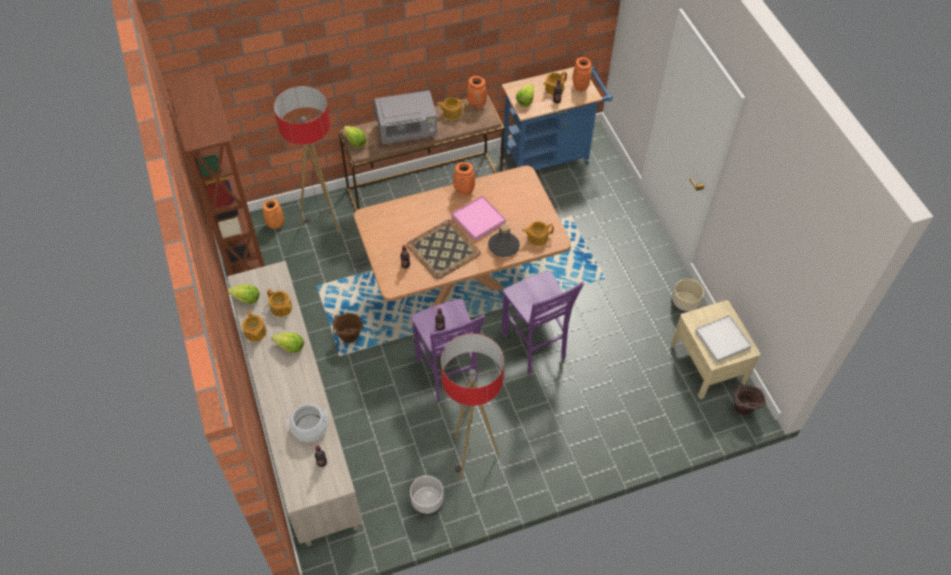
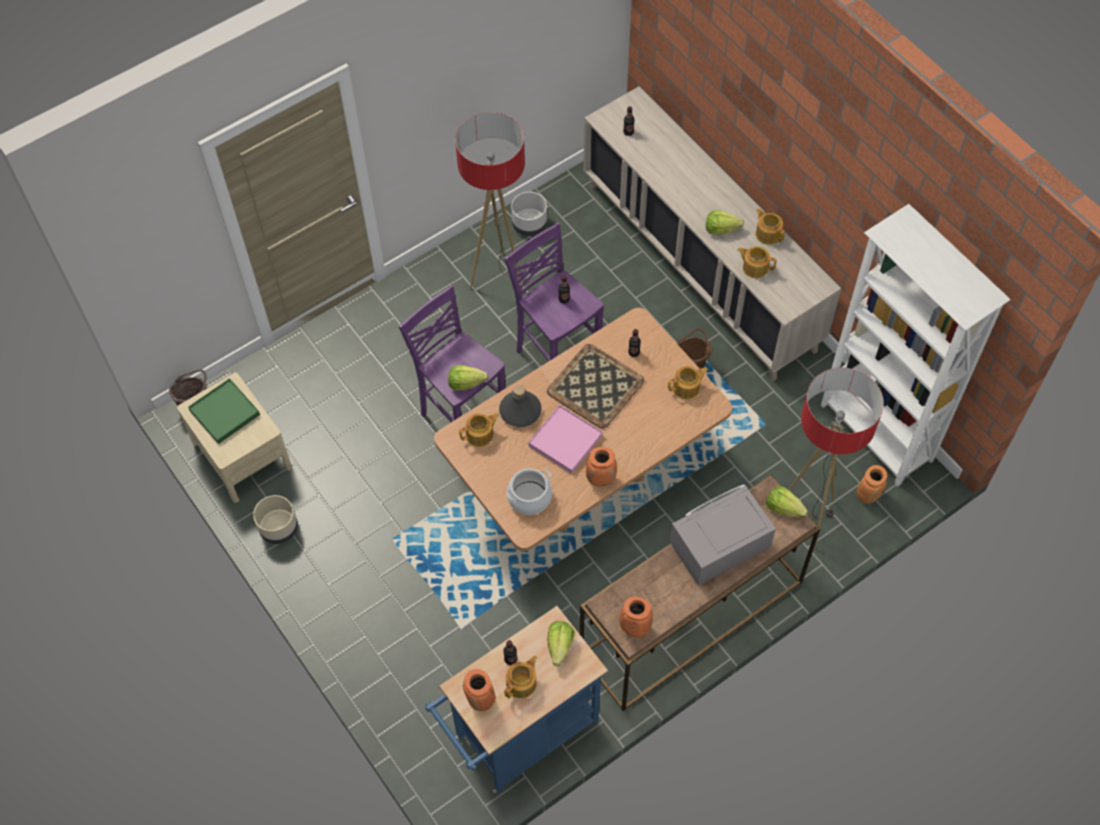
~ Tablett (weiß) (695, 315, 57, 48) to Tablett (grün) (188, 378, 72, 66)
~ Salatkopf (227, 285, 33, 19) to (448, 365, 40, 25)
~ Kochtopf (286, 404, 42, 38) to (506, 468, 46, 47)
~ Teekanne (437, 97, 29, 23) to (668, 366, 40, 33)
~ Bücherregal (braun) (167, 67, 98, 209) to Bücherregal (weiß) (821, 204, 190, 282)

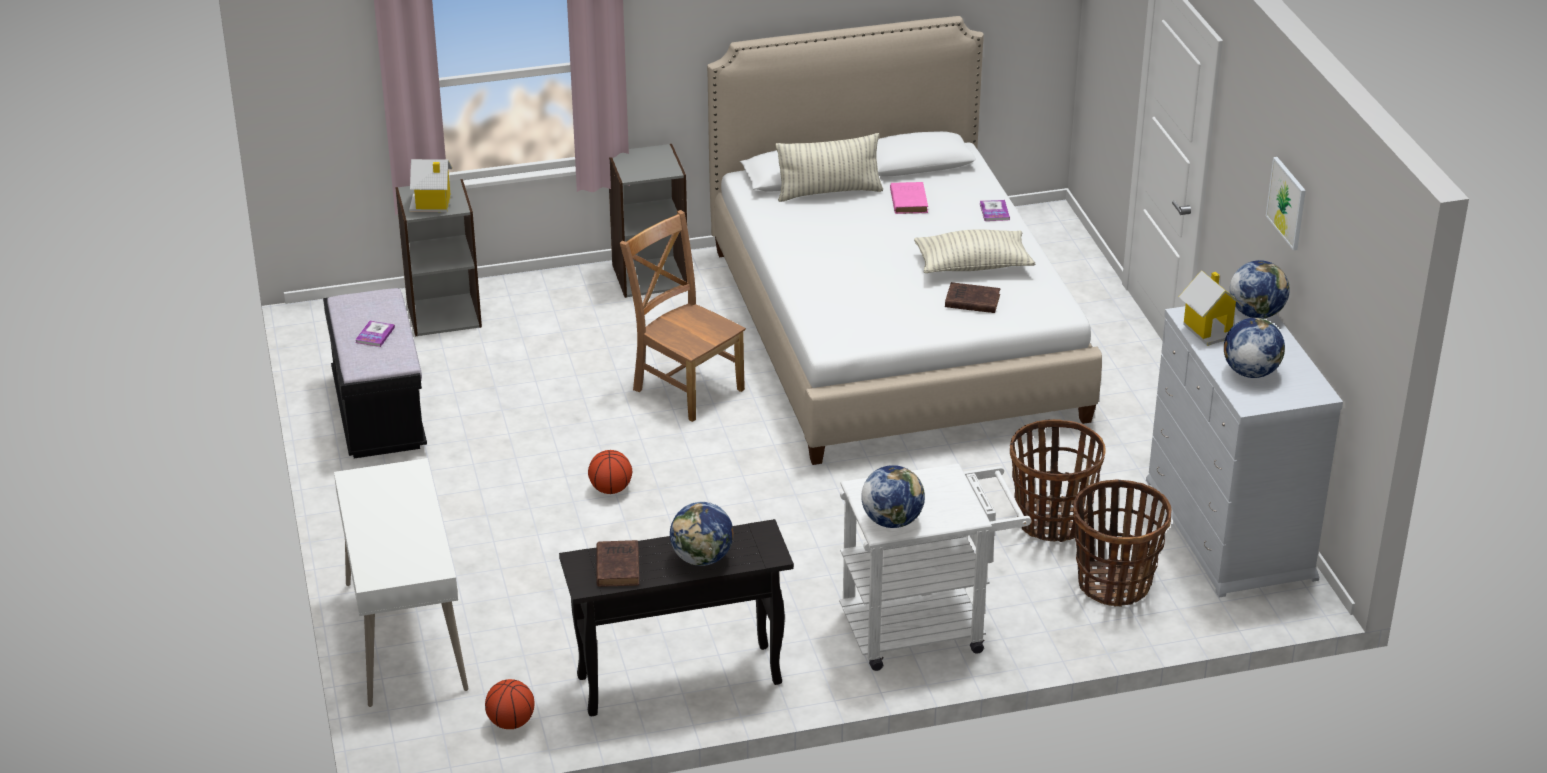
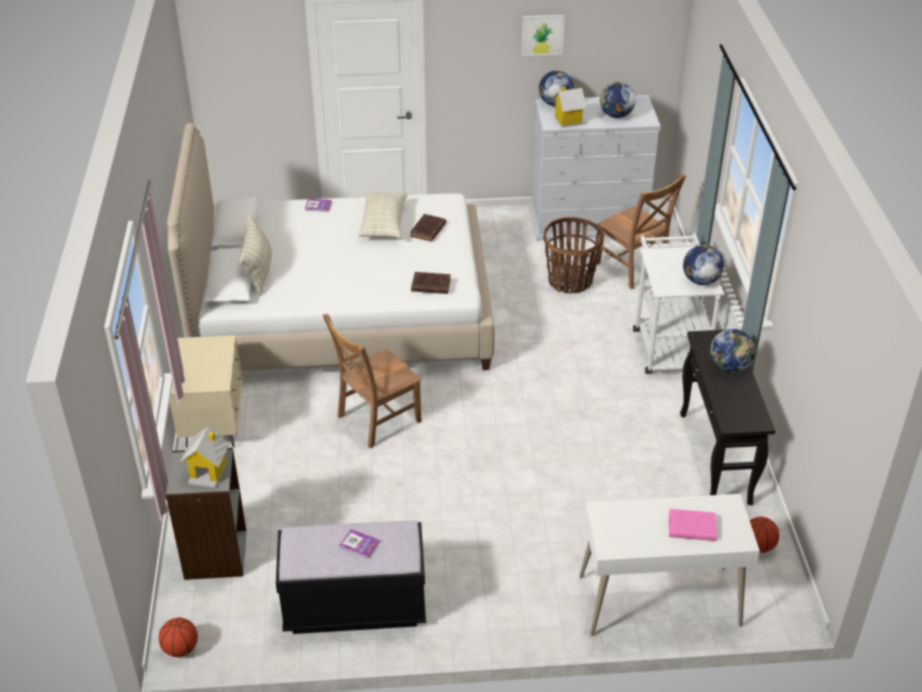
~ Basketball (588, 450, 44, 44) to (159, 618, 39, 39)
~ Bücherregal (grau) (609, 144, 78, 154) to Nachttisch (beige) (170, 335, 72, 113)
~ Buch (braun) (597, 540, 42, 47) to (411, 272, 40, 22)
~ Korb (1073, 479, 99, 128) to Stuhl (braun) (596, 174, 91, 115)
~ Buch (rosa) (890, 182, 38, 32) to (669, 509, 48, 32)

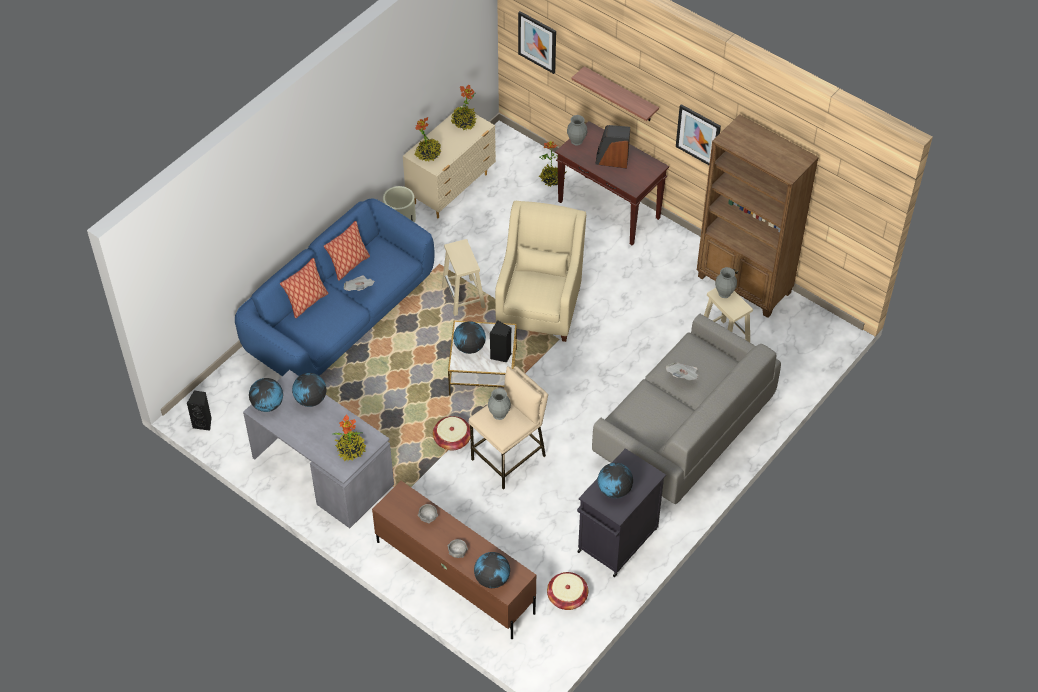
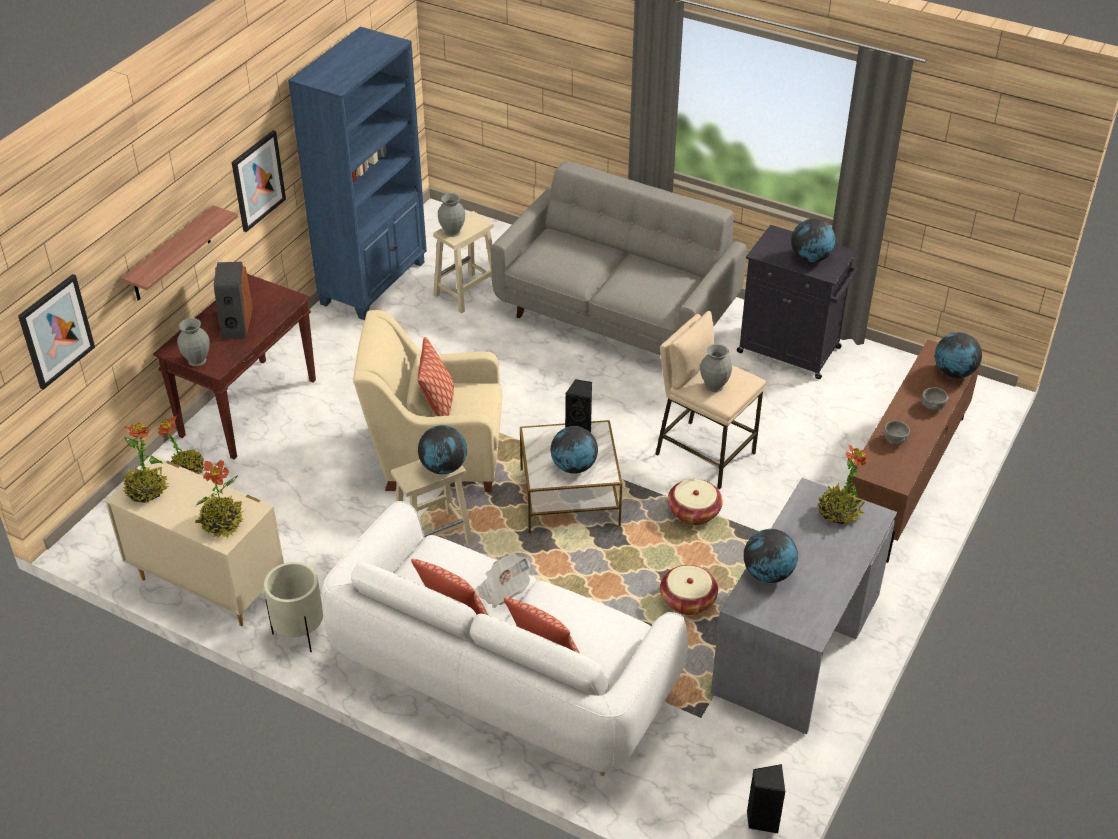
~ Bücherregal (braun) (697, 114, 122, 204) to Bücherregal (blau) (288, 27, 139, 293)
~ Sofa (blau) (235, 198, 200, 178) to Sofa (weiß) (321, 501, 367, 275)
+ Kissen (418, 337, 36, 79)
~ Globus (249, 378, 34, 34) to (418, 425, 49, 49)
~ Korb (547, 572, 41, 38) to (660, 565, 58, 50)
- Zeitung (666, 362, 32, 18)

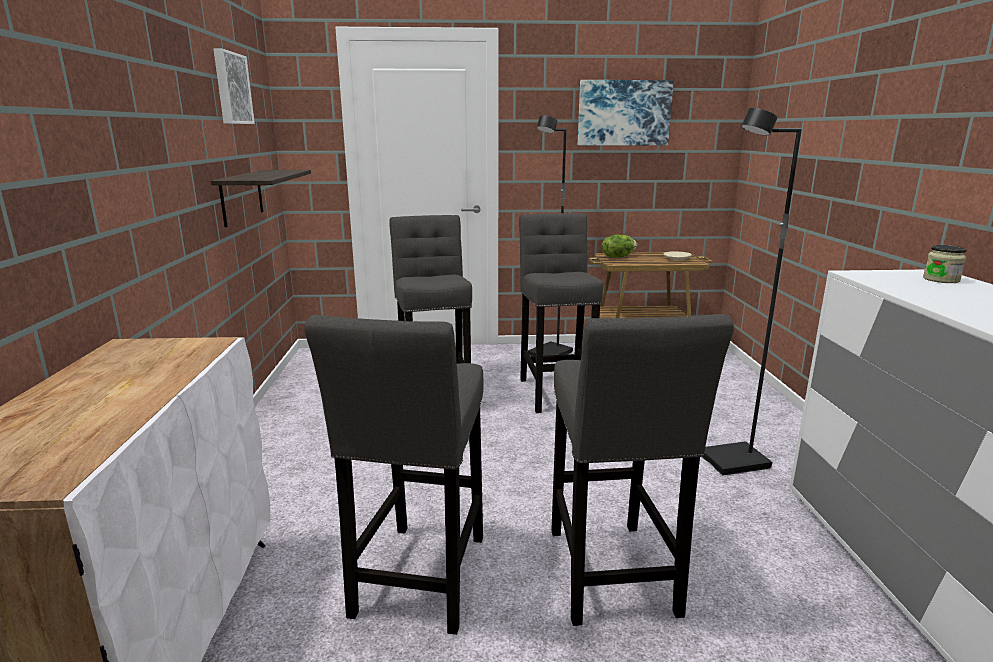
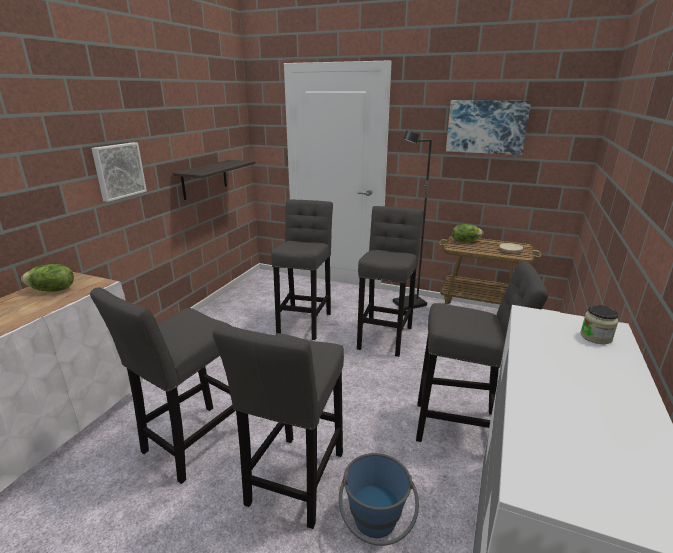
+ Salatkopf (21, 264, 53, 28)
~ Bild (214, 48, 41, 76) to (91, 142, 56, 60)
+ Eimer (blau) (339, 453, 80, 93)
~ Stehlampe (schwarz) (703, 108, 99, 368) to Hocker (grau) (416, 261, 132, 181)

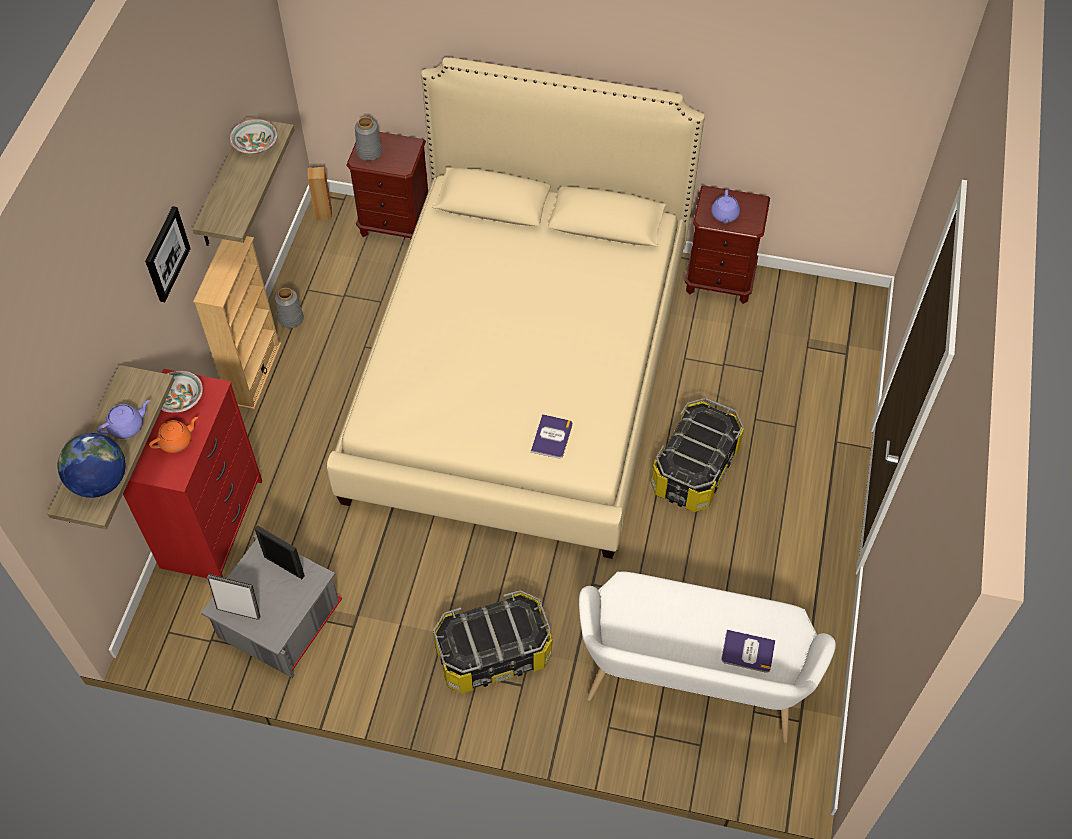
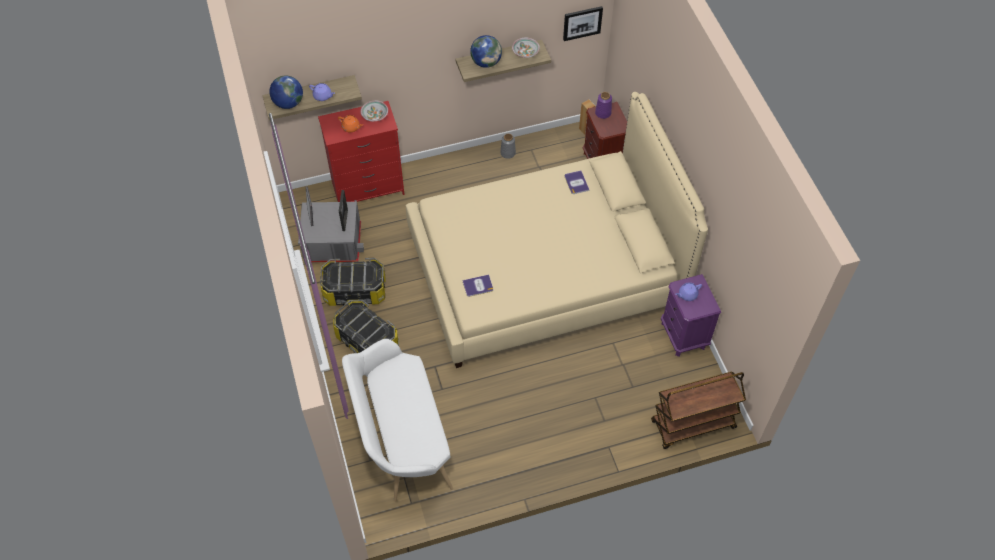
~ Aufbewahrungsbox (651, 398, 93, 114) to (320, 258, 66, 48)
+ Globus (470, 35, 32, 33)
~ Bild (145, 206, 46, 96) to (563, 6, 40, 35)
~ Buch (721, 630, 54, 43) to (564, 170, 25, 24)
~ Vase (grau) (355, 117, 27, 44) to Vase (lila) (595, 92, 17, 27)
+ Rollwagen (braun) (651, 371, 95, 78)
~ Nachttisch (braun) (685, 185, 85, 119) to Nachttisch (lila) (661, 274, 60, 83)
- Bücherregal (beige) (193, 236, 89, 174)

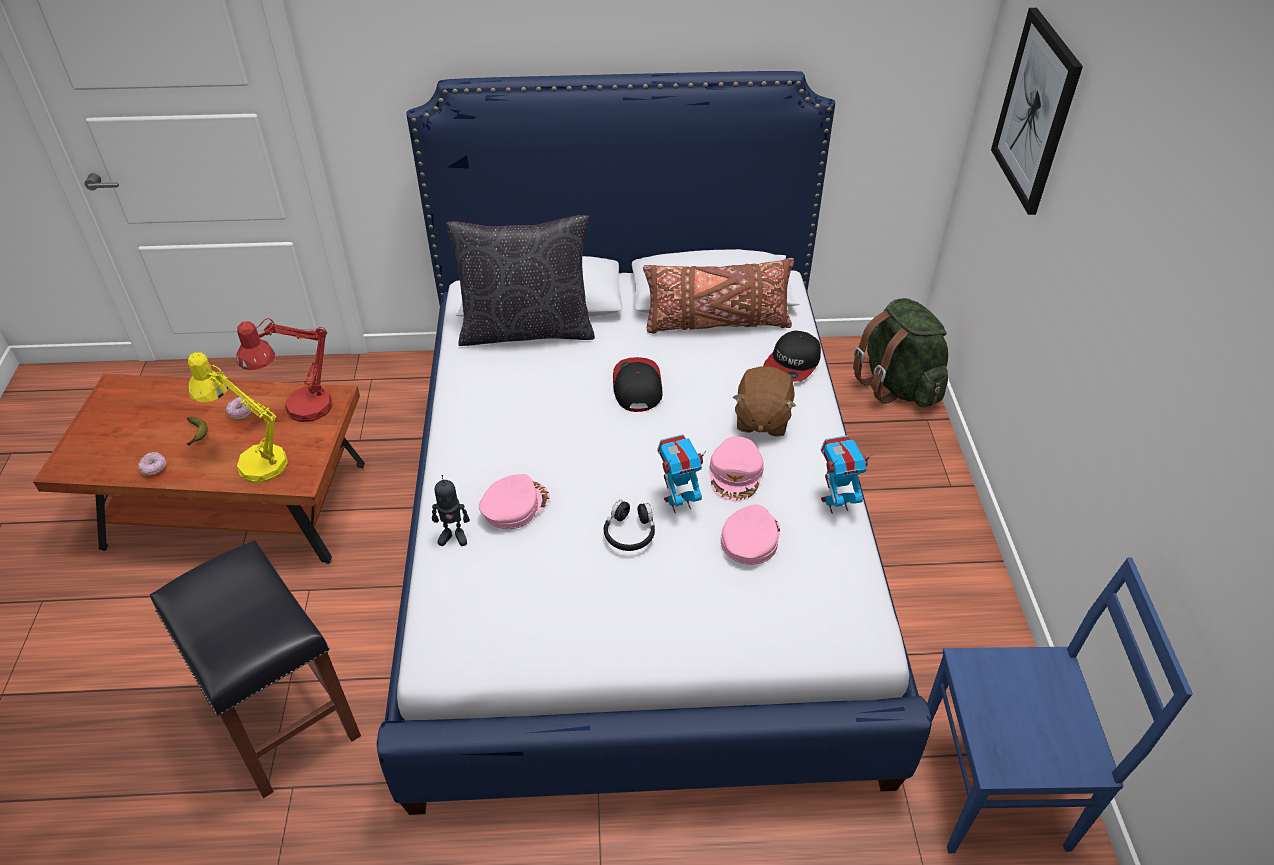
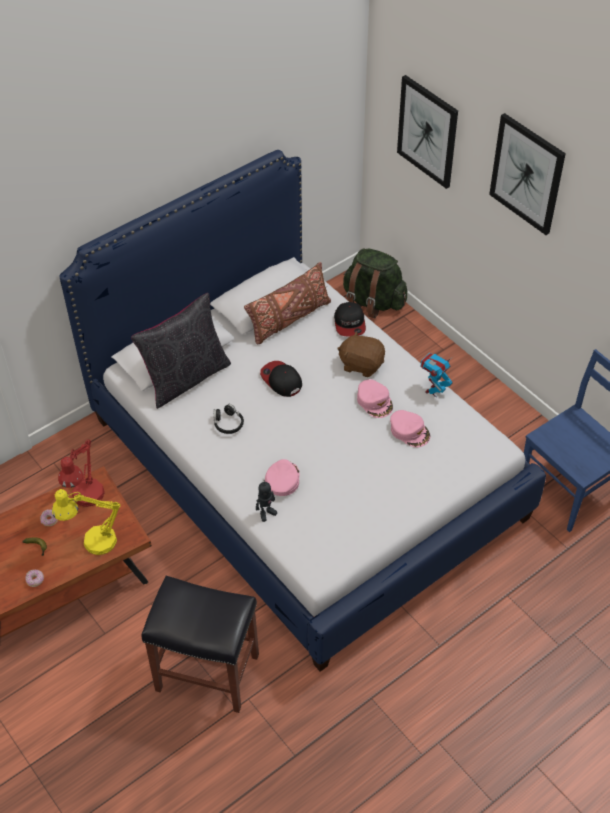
~ Kopfhörer (schwarz) (604, 500, 51, 51) to (213, 404, 31, 30)
~ Plüschtier (braun) (733, 366, 63, 71) = (337, 330, 48, 47) 135 degrees clockwise
~ Kappe (rosa) (721, 504, 59, 61) = (390, 410, 40, 37) 150 degrees clockwise
+ Bild (489, 113, 77, 122)
- Spielzeugroboter (657, 434, 49, 79)

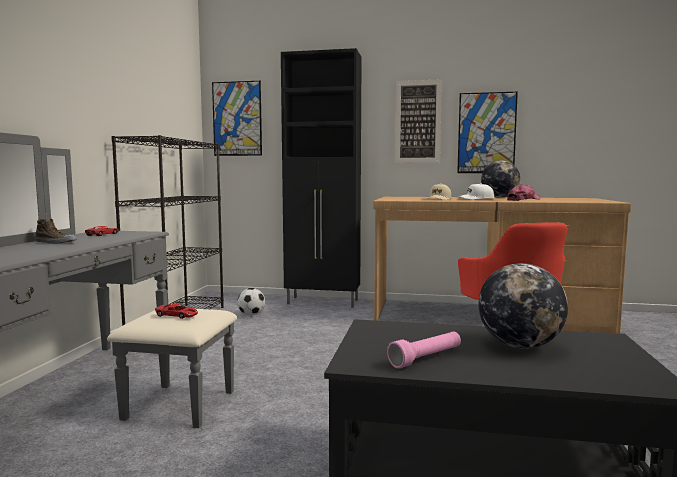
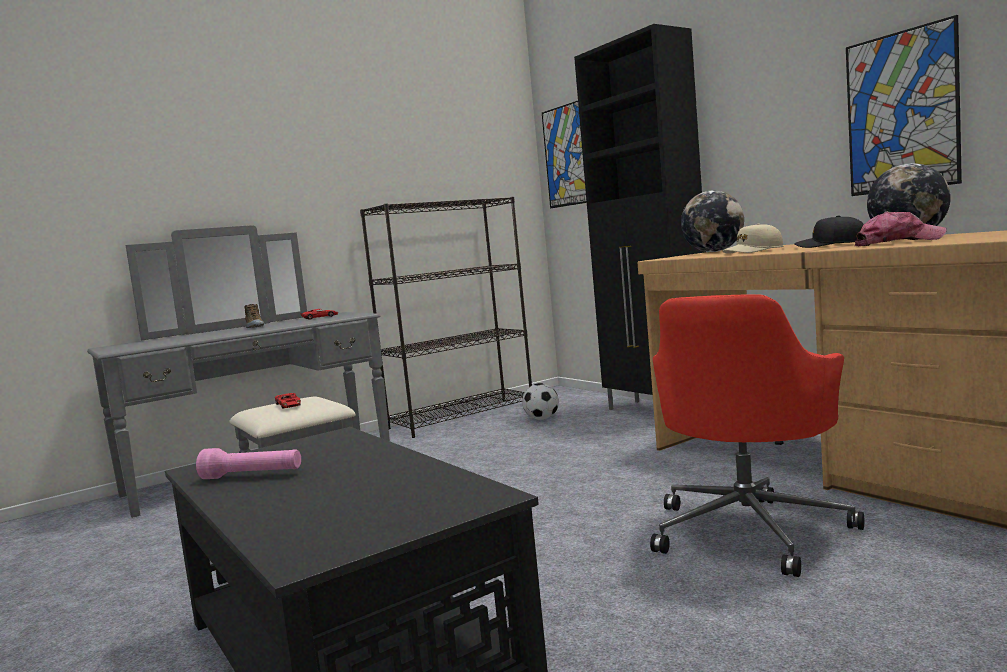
~ Globus (479, 263, 89, 86) to (681, 190, 63, 62)
~ Kappe (weiß) (458, 183, 37, 17) to Kappe (schwarz) (794, 215, 70, 33)
- Bild (395, 79, 47, 84)

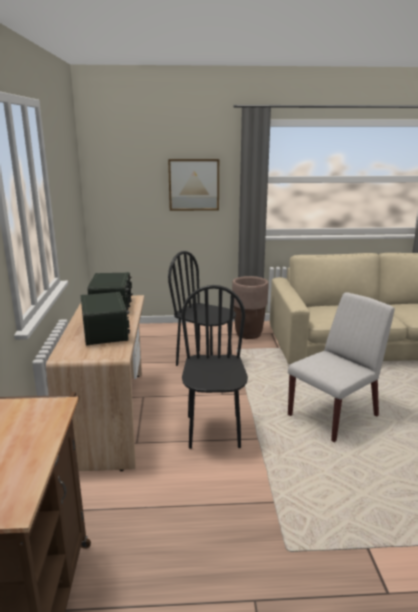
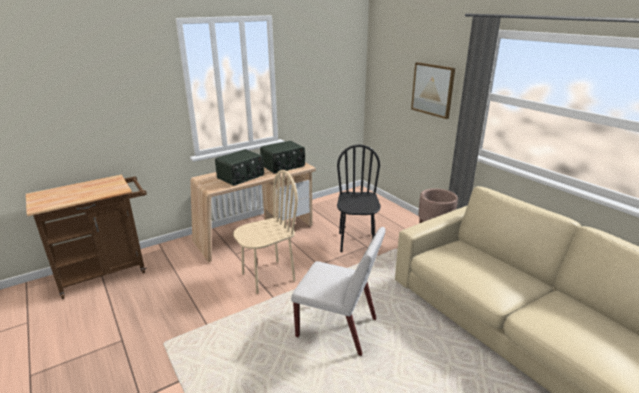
~ Stuhl (schwarz) (181, 285, 67, 164) to Stuhl (beige) (233, 170, 65, 124)

